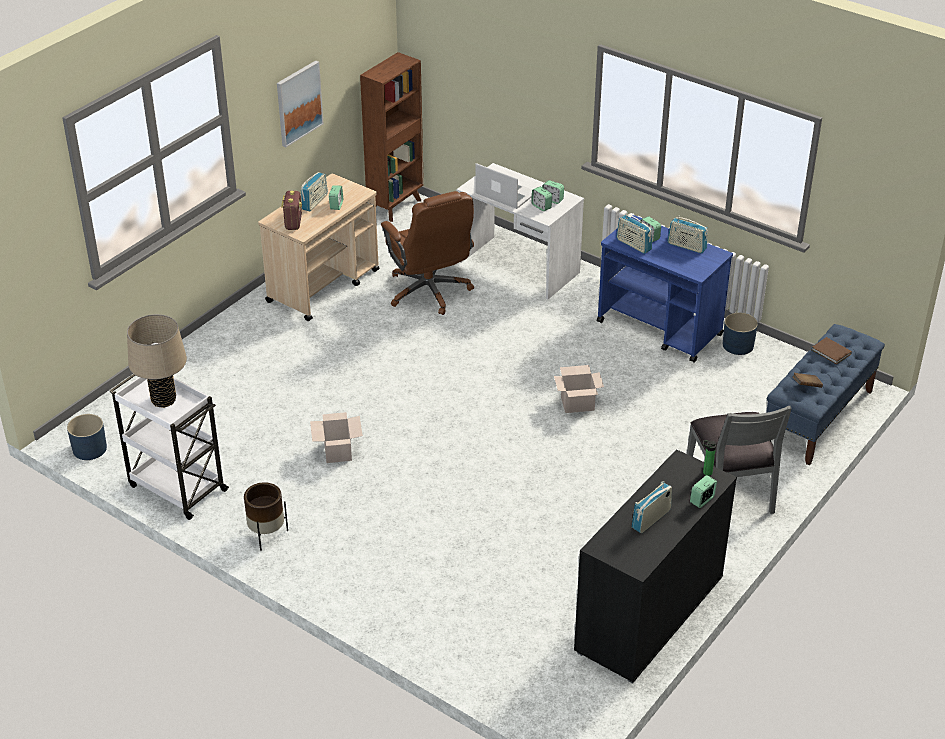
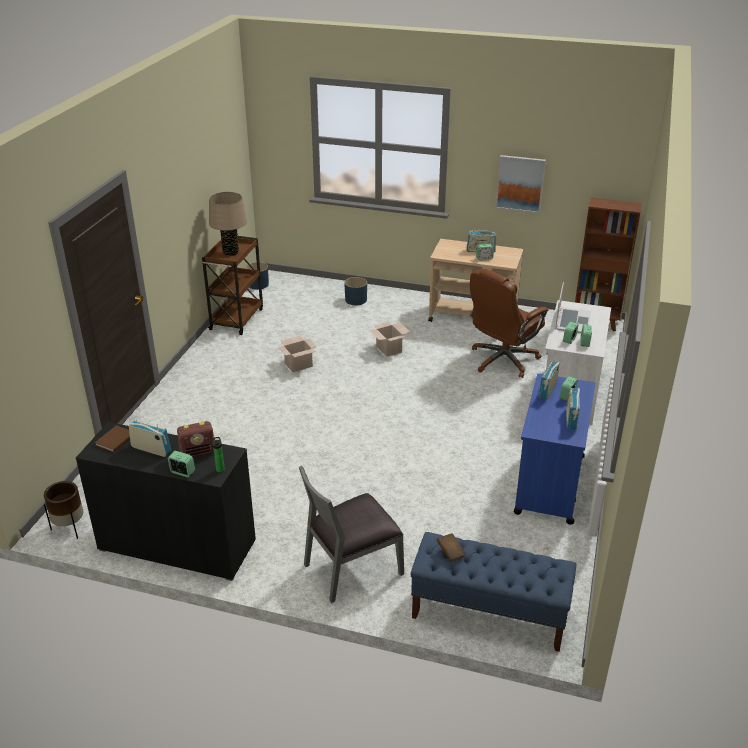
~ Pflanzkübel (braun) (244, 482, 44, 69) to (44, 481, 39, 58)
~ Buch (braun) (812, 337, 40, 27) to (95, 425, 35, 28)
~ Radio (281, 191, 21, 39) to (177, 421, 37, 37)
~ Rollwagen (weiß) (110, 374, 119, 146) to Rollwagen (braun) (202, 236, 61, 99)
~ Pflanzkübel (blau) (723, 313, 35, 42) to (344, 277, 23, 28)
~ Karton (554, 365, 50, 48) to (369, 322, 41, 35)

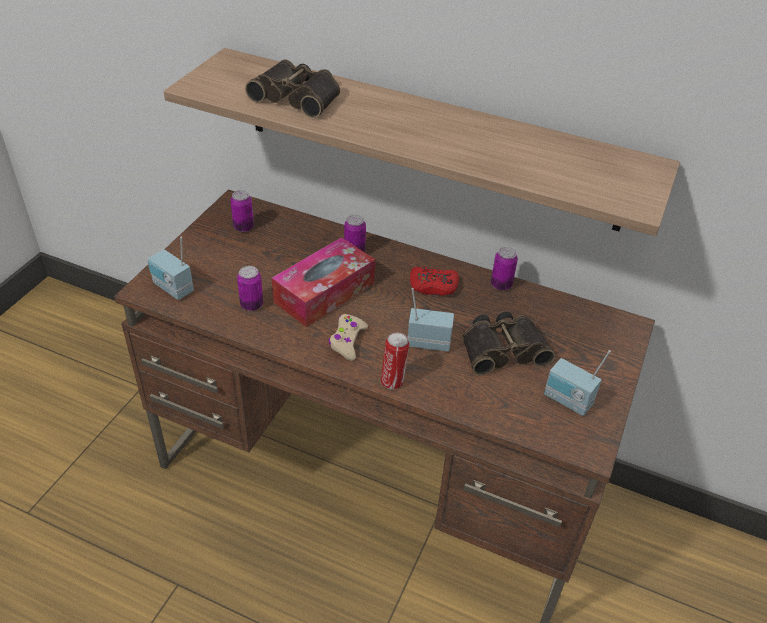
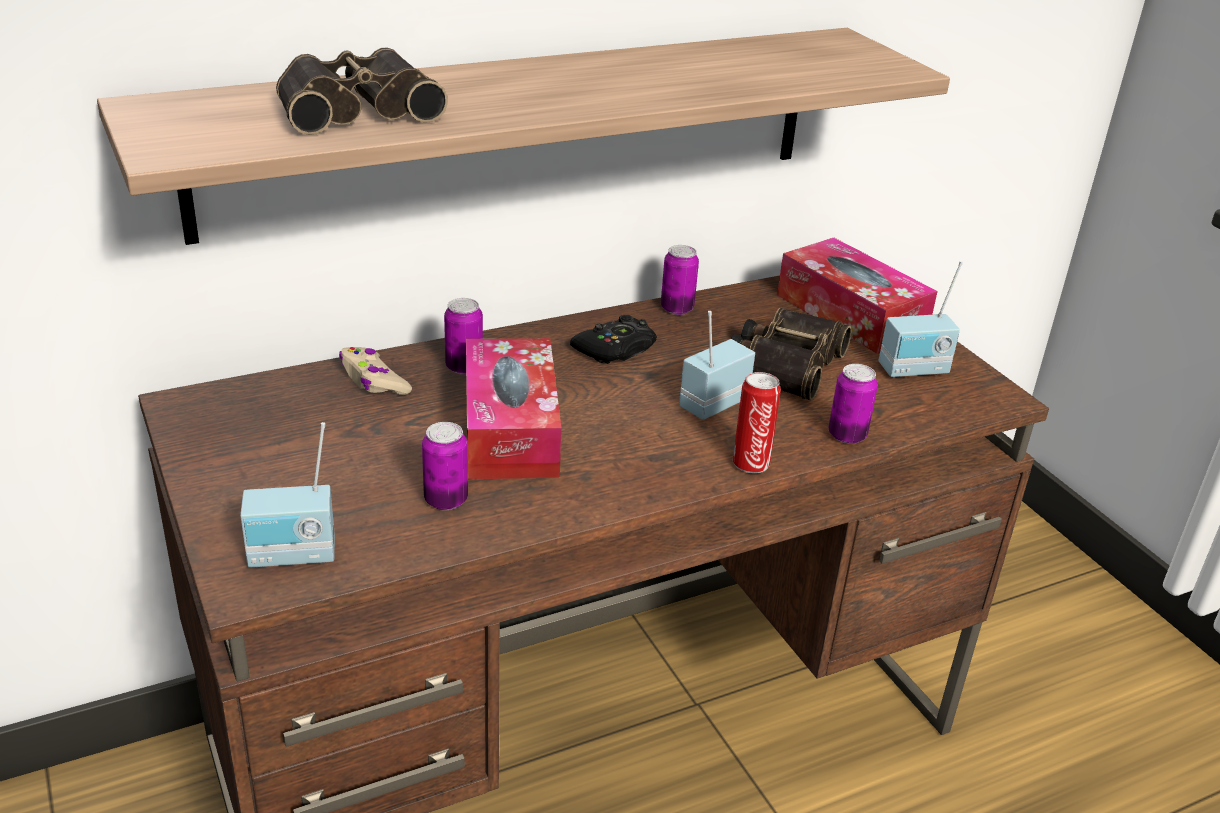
~ Gamepad (beige) (328, 314, 40, 47) to (339, 347, 73, 48)
~ Gamepad (rot) (410, 267, 49, 29) to Gamepad (schwarz) (570, 315, 87, 49)
+ Taschentuchbox (777, 238, 161, 116)
~ Dose (230, 190, 24, 42) to (828, 364, 50, 80)

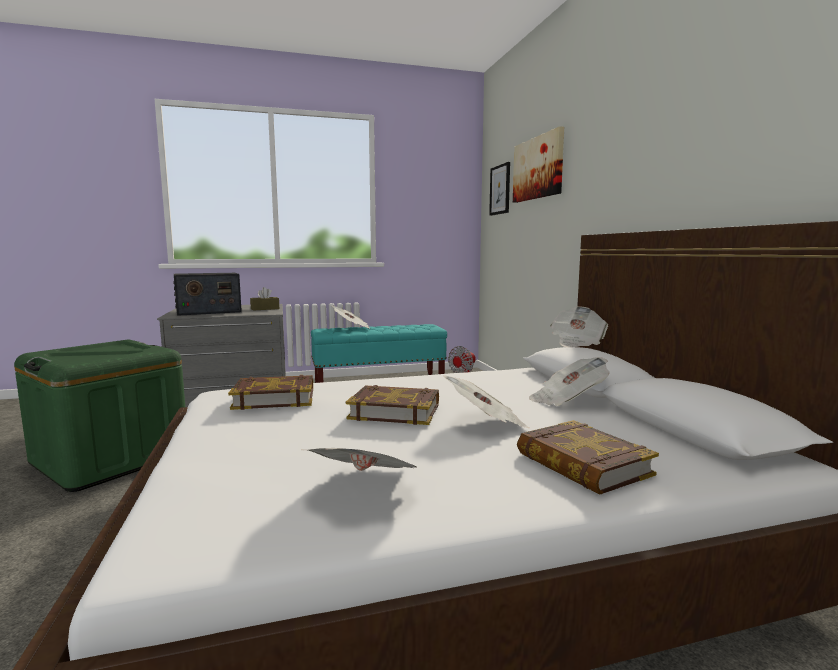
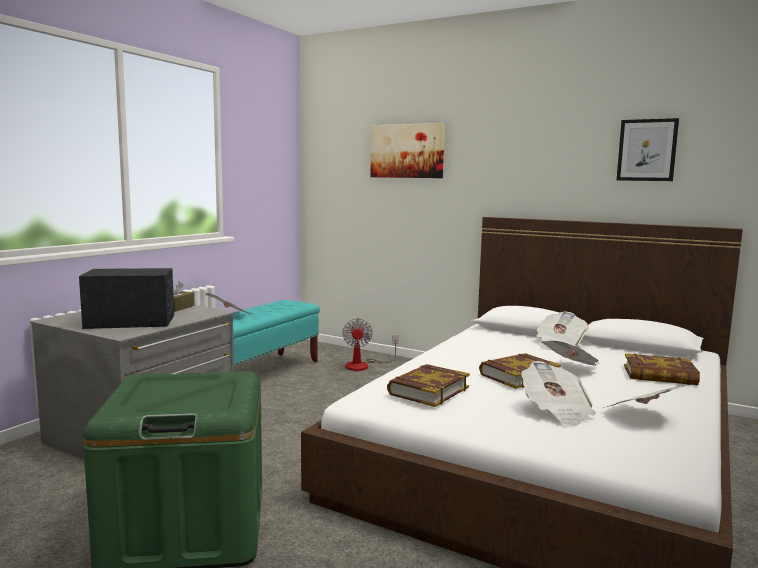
~ Radio (173, 273, 69, 43) = (79, 268, 95, 61) 120 degrees counterclockwise
~ Zeitung (550, 306, 59, 42) to (521, 361, 75, 66)
~ Bild (489, 162, 21, 54) to (617, 118, 62, 63)

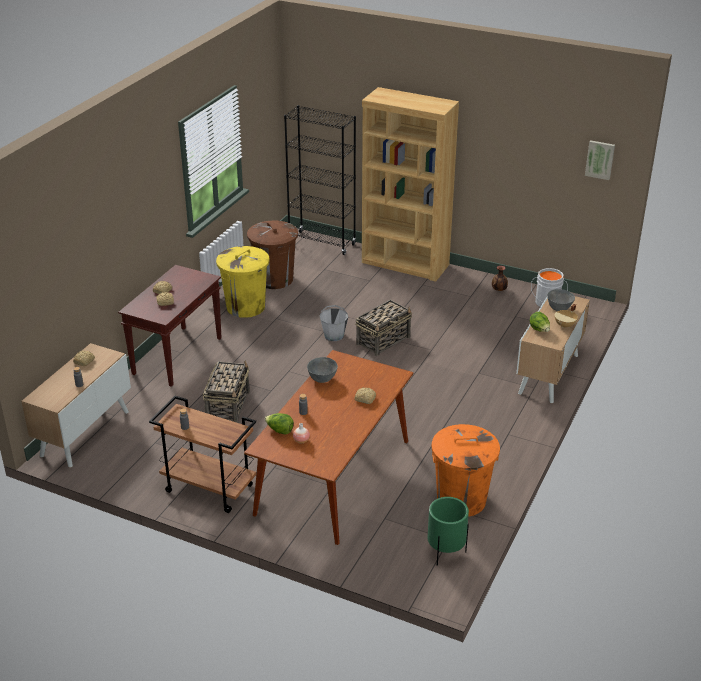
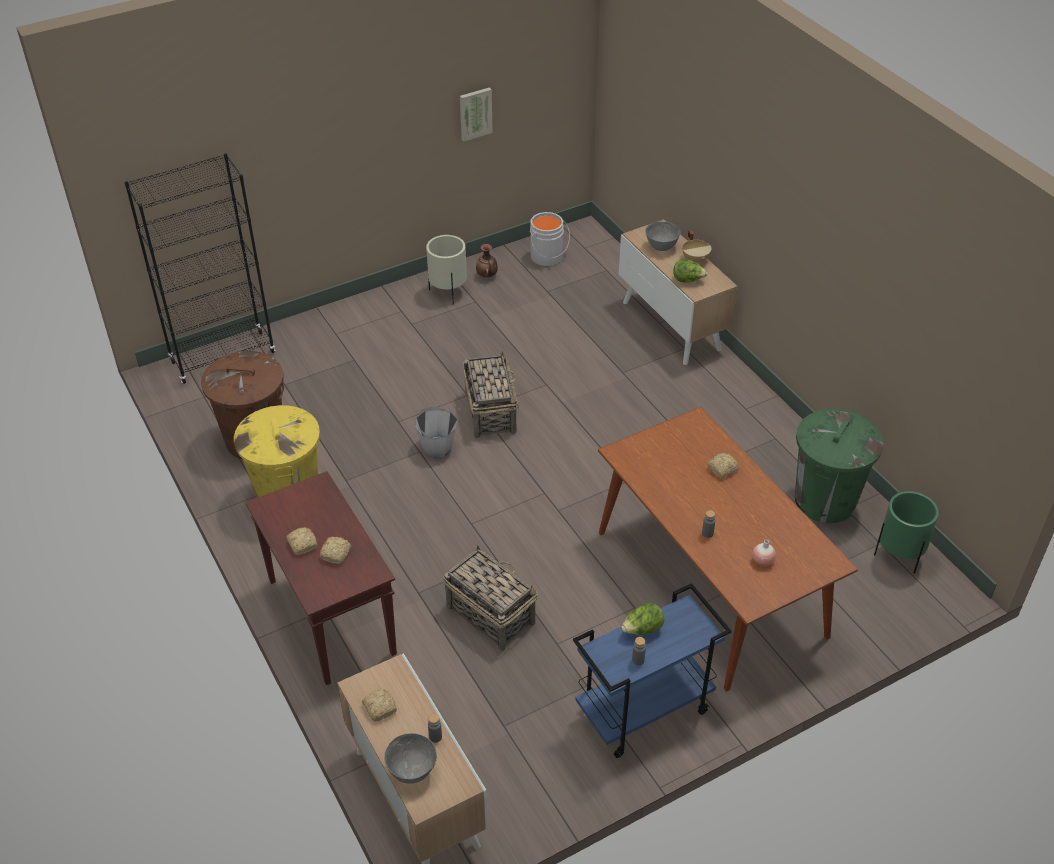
~ Schüssel (grau) (307, 357, 31, 26) to (384, 733, 53, 51)
+ Pflanzkübel (beige) (426, 235, 41, 70)
~ Bild (585, 140, 30, 40) to (460, 88, 33, 53)
~ Rollwagen (braun) (149, 396, 107, 117) to Rollwagen (blau) (573, 583, 158, 175)
~ Salatkopf (265, 413, 29, 22) to (621, 603, 43, 32)
~ Mülleimer (orange) (432, 424, 68, 93) to Mülleimer (grün) (795, 409, 88, 114)
- Bücherregal (braun) (362, 87, 97, 195)

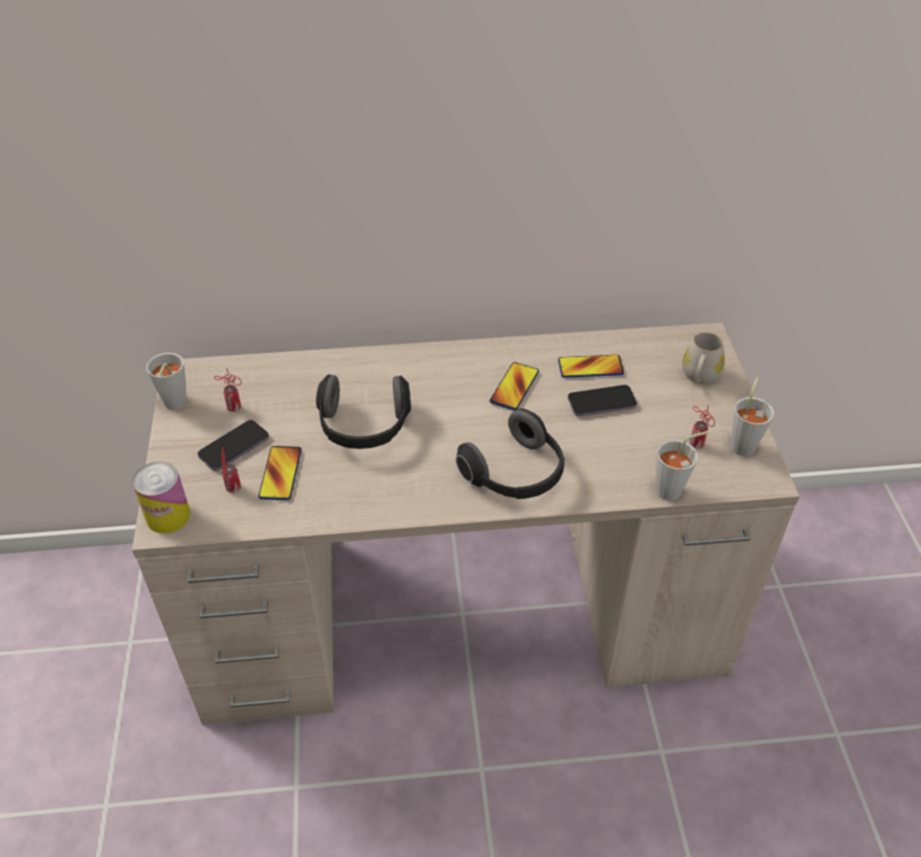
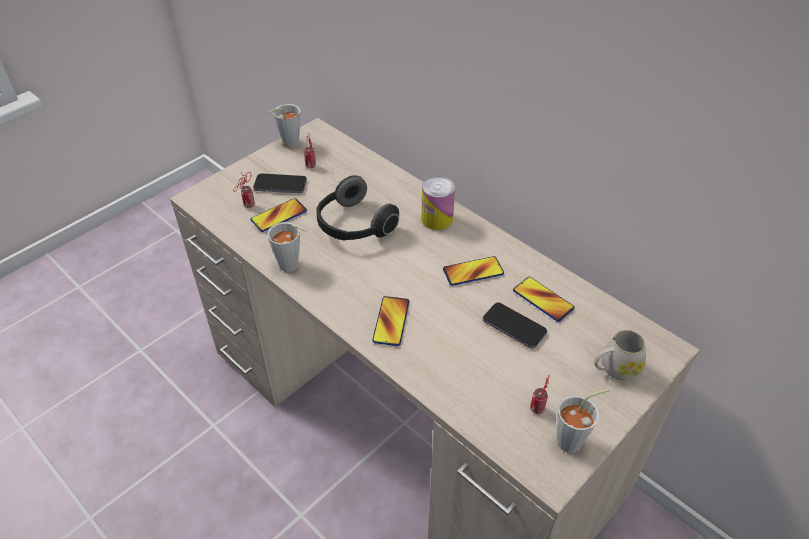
~ Tasse (grau) (656, 431, 52, 70) to (267, 222, 40, 50)
~ Kopfhörer (456, 408, 109, 91) to Handy (372, 296, 37, 50)
~ Dose (132, 461, 58, 72) to (421, 176, 34, 54)

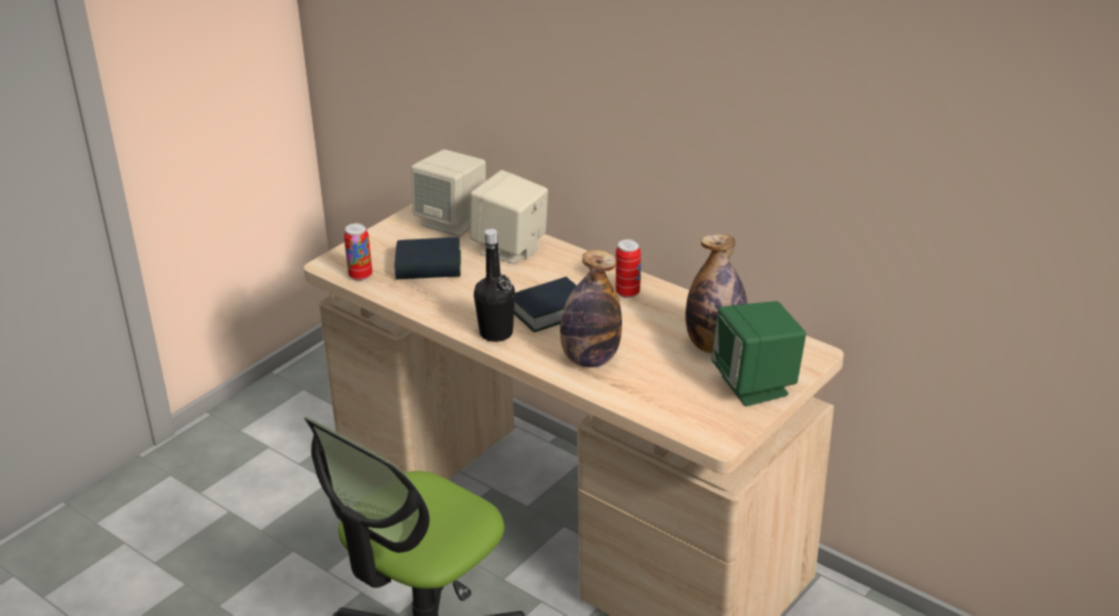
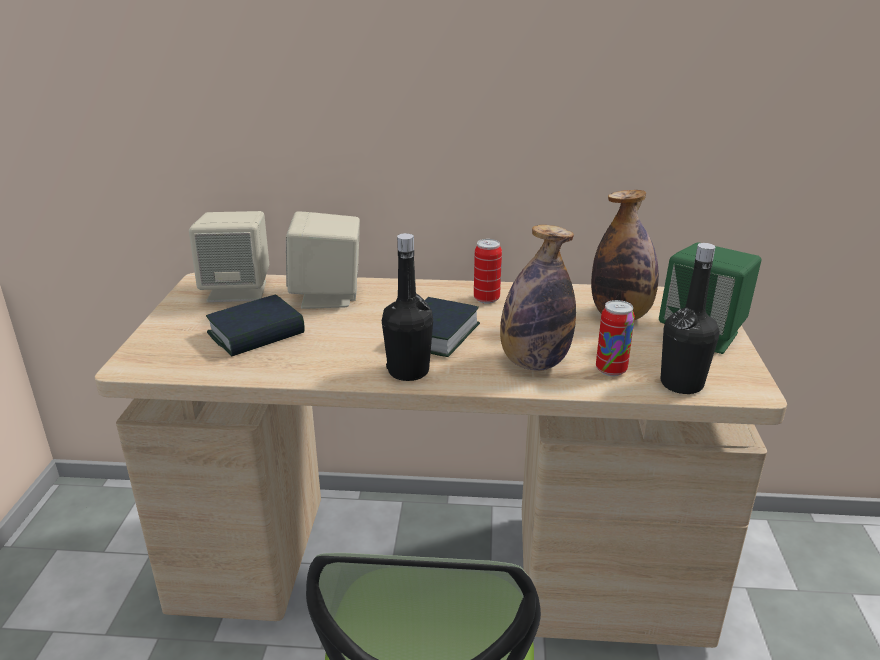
~ Dose (344, 223, 28, 58) to (596, 300, 39, 76)
+ Flasche (schwarz) (661, 243, 58, 151)

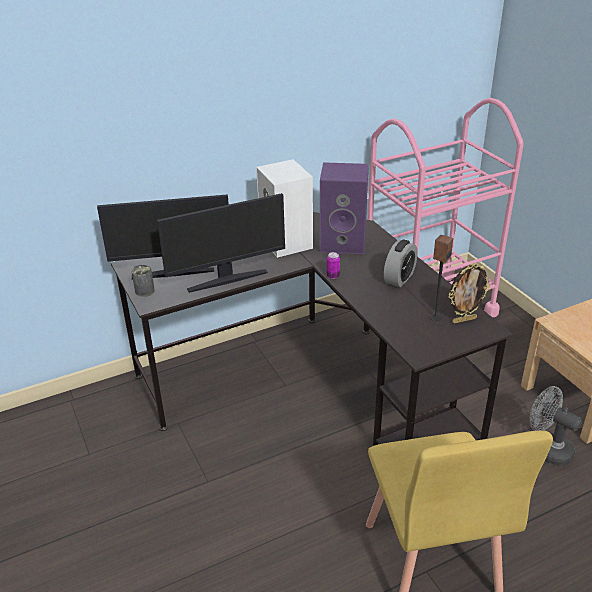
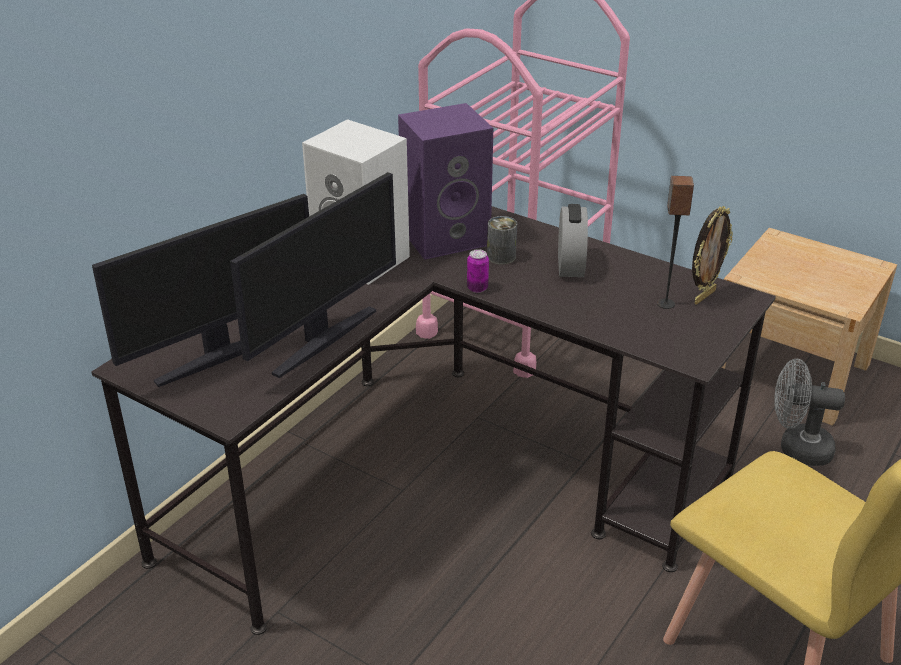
~ Dose (132, 265, 23, 32) to (487, 216, 30, 49)

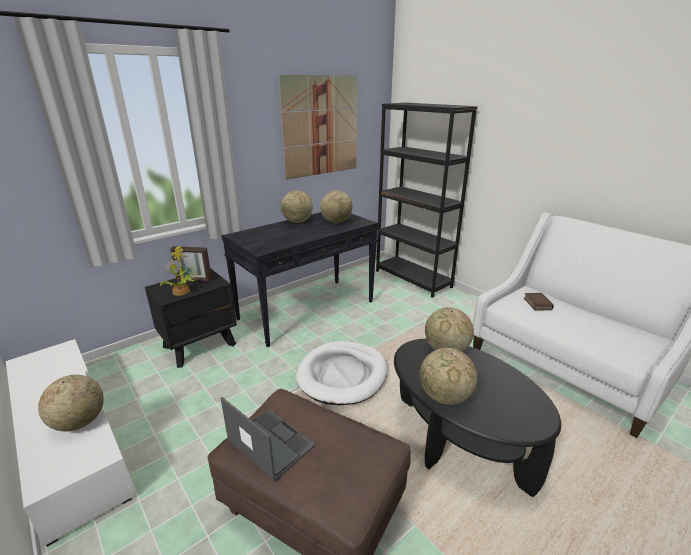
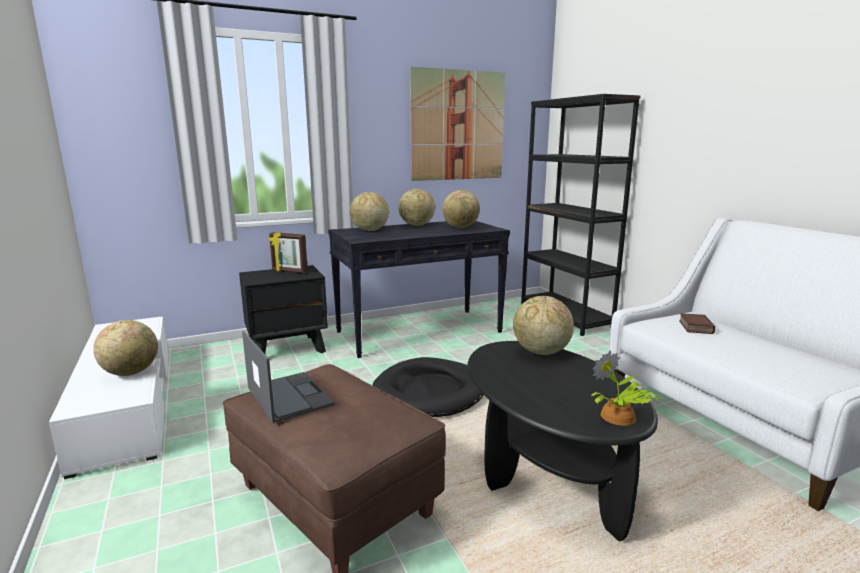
~ Globus (420, 348, 57, 57) to (350, 192, 39, 39)
~ Hundebett (weiß) (296, 341, 91, 64) to Hundebett (schwarz) (372, 357, 112, 60)
~ Topfpflanze (159, 259, 35, 37) to (591, 351, 69, 75)

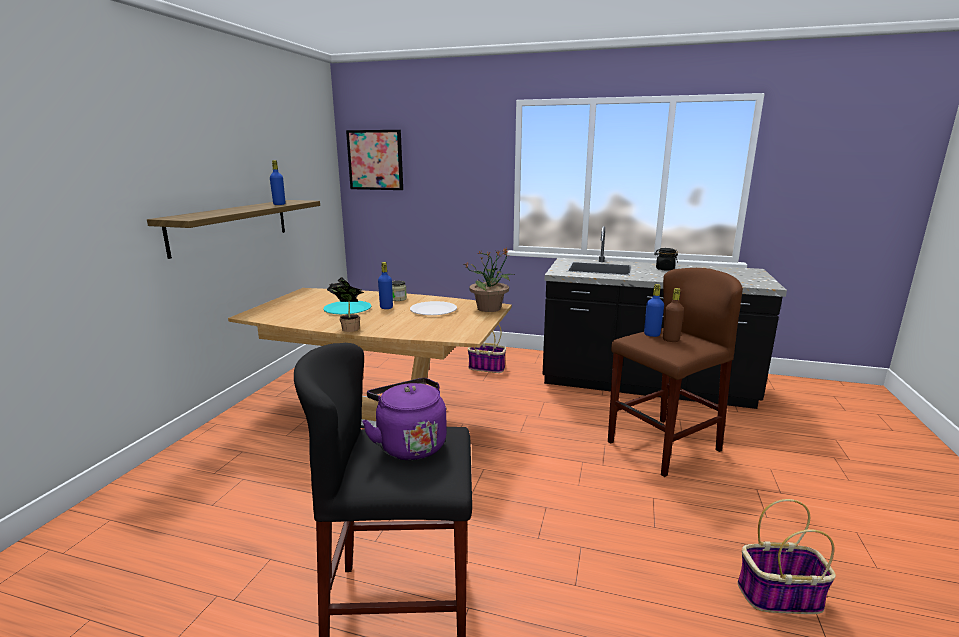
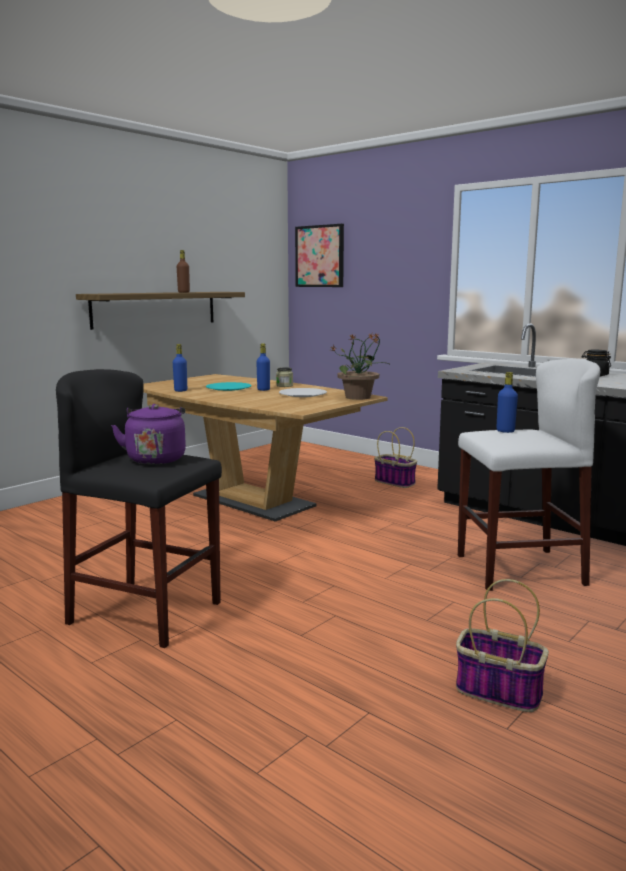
~ Flasche (blau) (270, 160, 15, 45) to (173, 344, 14, 48)
~ Flasche (braun) (663, 288, 21, 54) to (177, 250, 13, 43)
~ Hocker (braun) (608, 268, 135, 209) to Hocker (weiß) (458, 359, 142, 232)
- Topfpflanze (327, 277, 37, 55)

